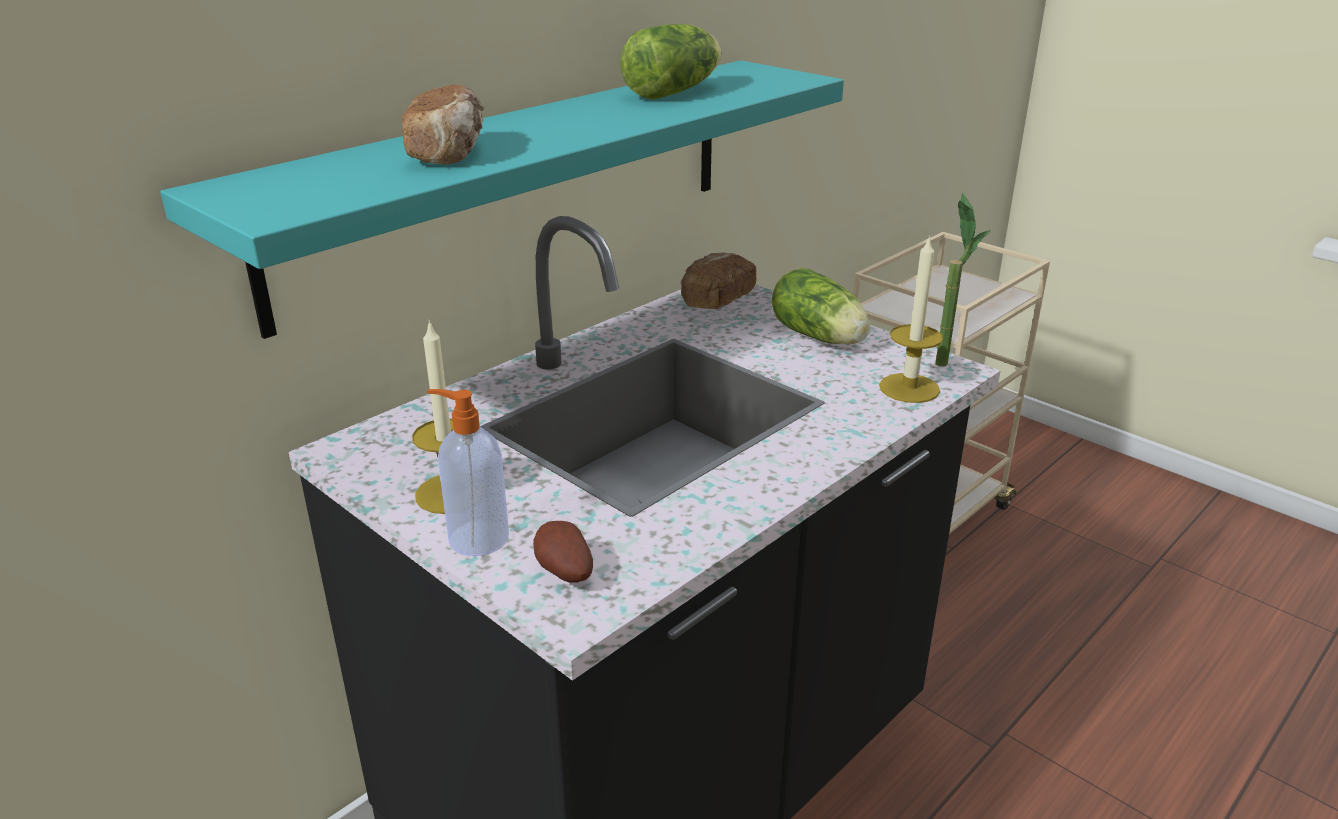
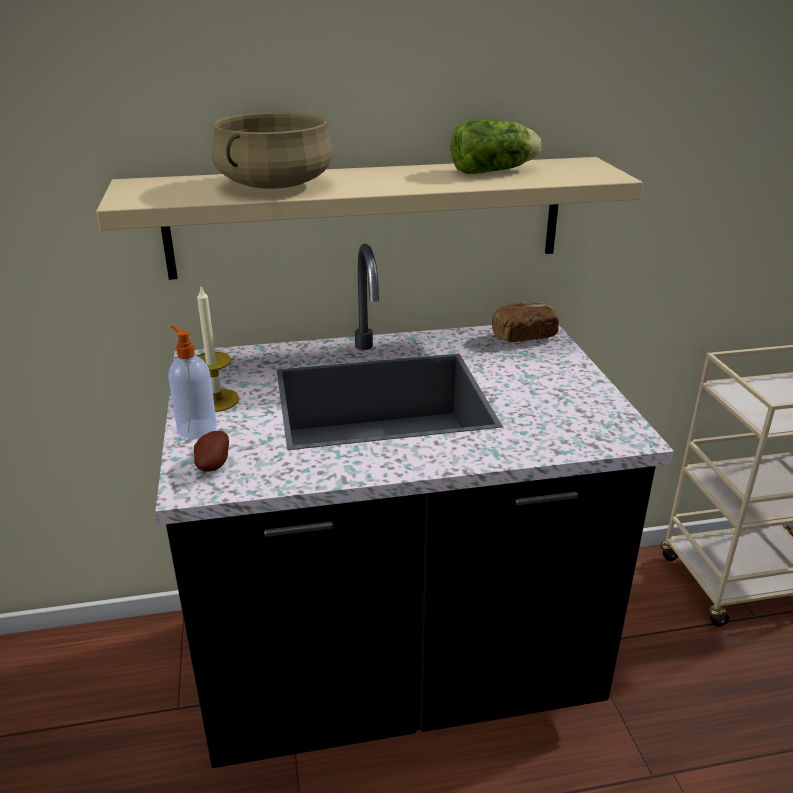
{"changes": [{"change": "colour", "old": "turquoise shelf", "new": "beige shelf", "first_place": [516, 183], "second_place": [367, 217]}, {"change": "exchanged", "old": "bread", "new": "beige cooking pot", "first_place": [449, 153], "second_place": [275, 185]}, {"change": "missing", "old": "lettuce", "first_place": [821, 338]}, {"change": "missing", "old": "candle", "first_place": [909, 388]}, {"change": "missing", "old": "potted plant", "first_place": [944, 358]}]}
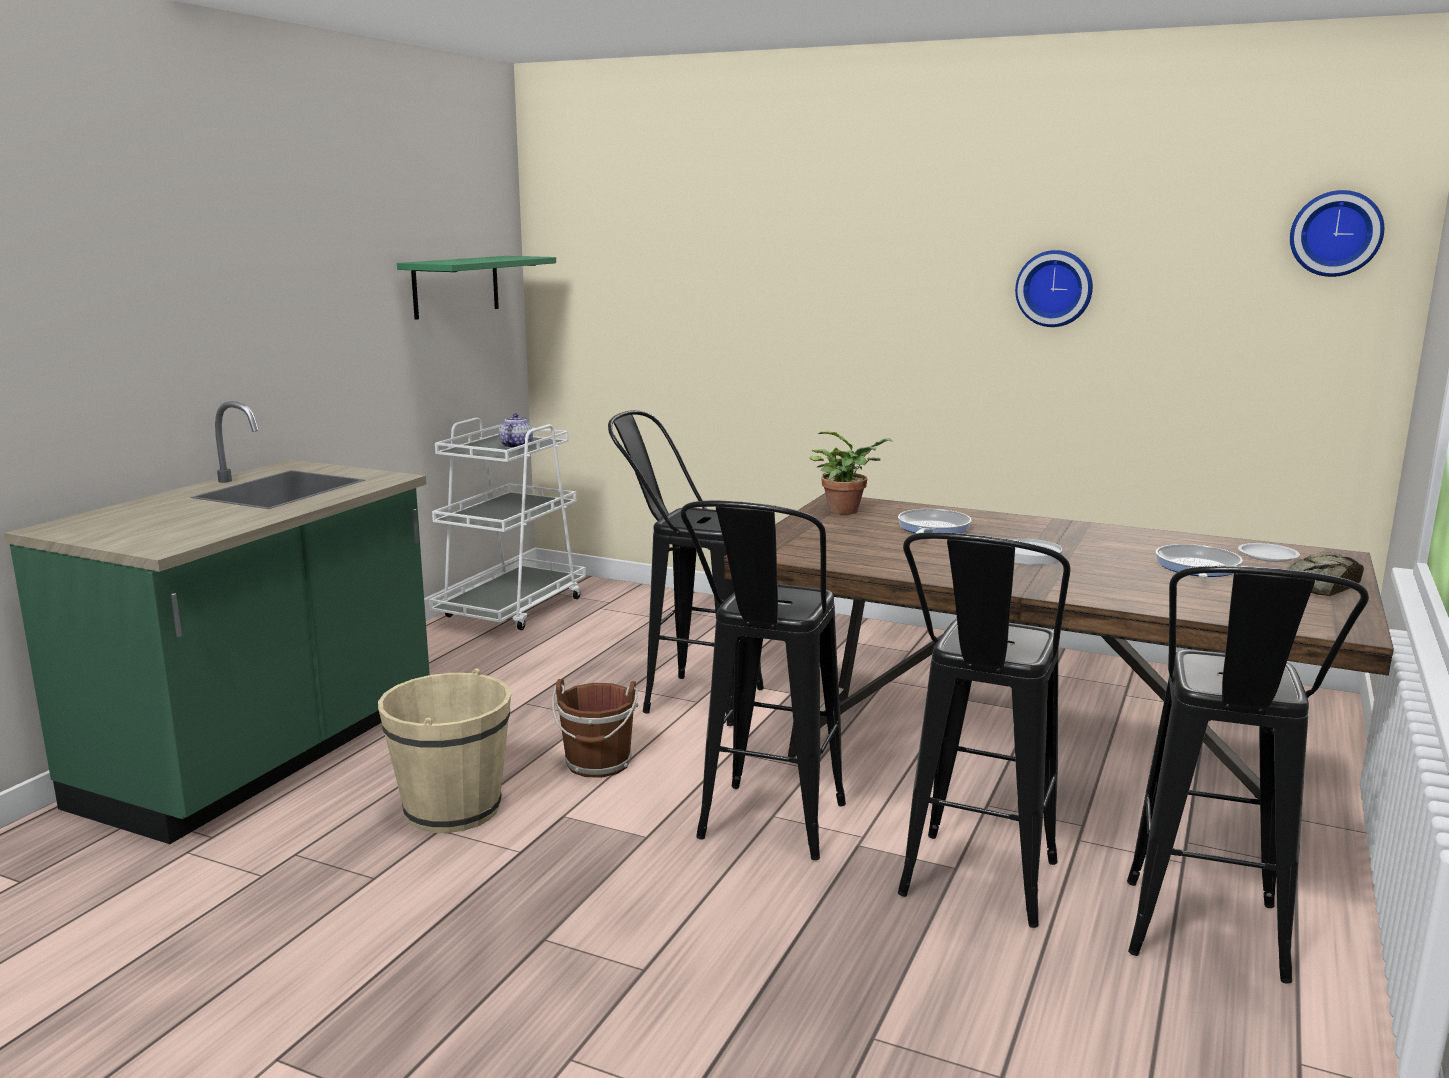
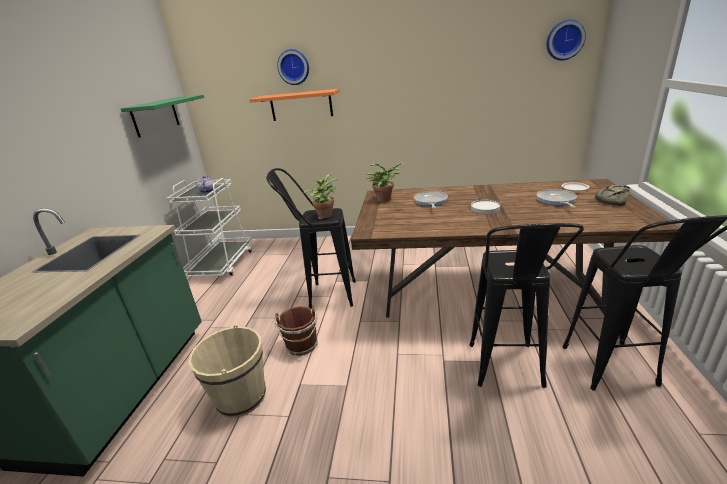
{"changes": [{"change": "appeared", "new": "orange shelf", "second_place": [301, 105]}, {"change": "relocated", "old": "wall clock", "first_place": [1054, 288], "second_place": [294, 67]}, {"change": "appeared", "new": "potted plant", "second_place": [325, 214]}, {"change": "missing", "old": "black stool", "first_place": [765, 834]}]}
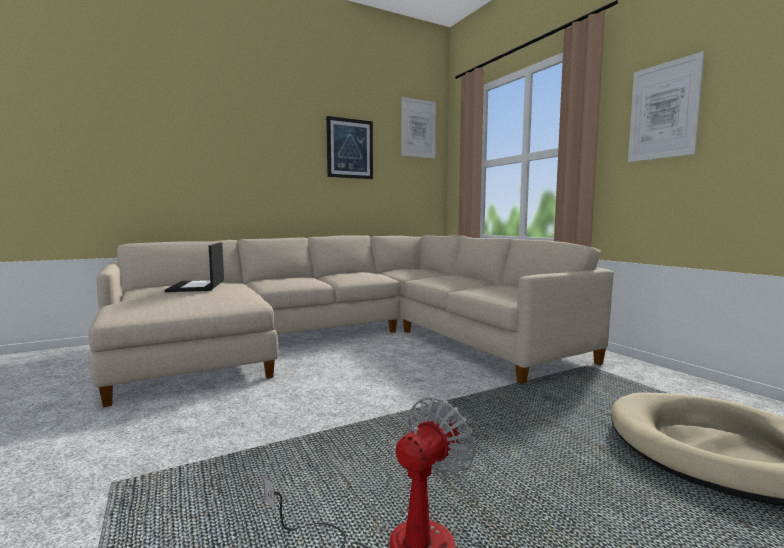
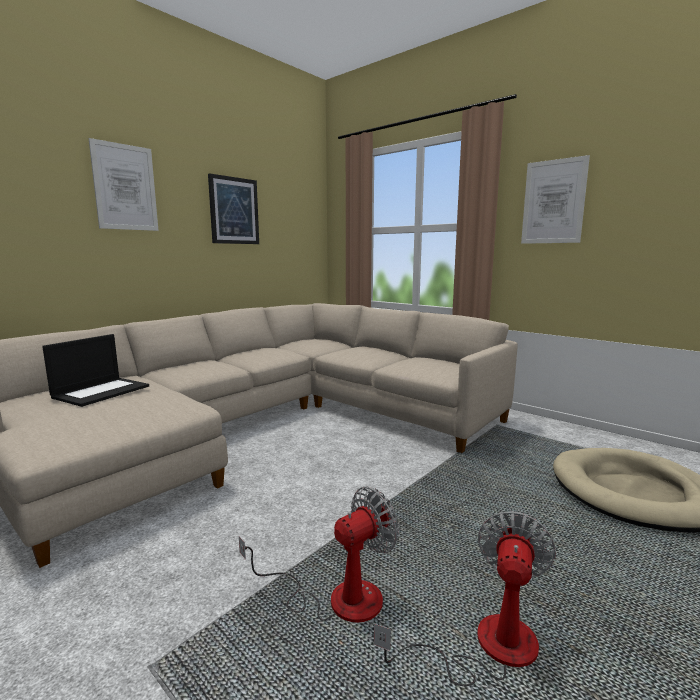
{"changes": [{"change": "spun", "old": "laptop", "first_place": [197, 286], "second_place": [101, 391], "degrees": -120}, {"change": "relocated", "old": "picture", "first_place": [418, 128], "second_place": [125, 187]}, {"change": "appeared", "new": "fan", "second_place": [336, 598]}]}
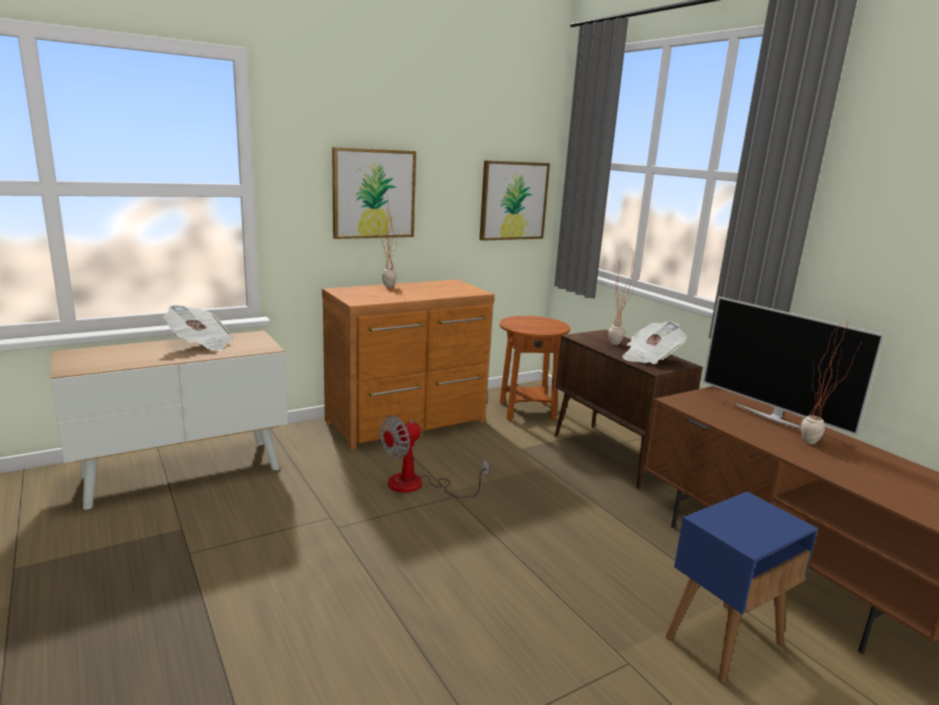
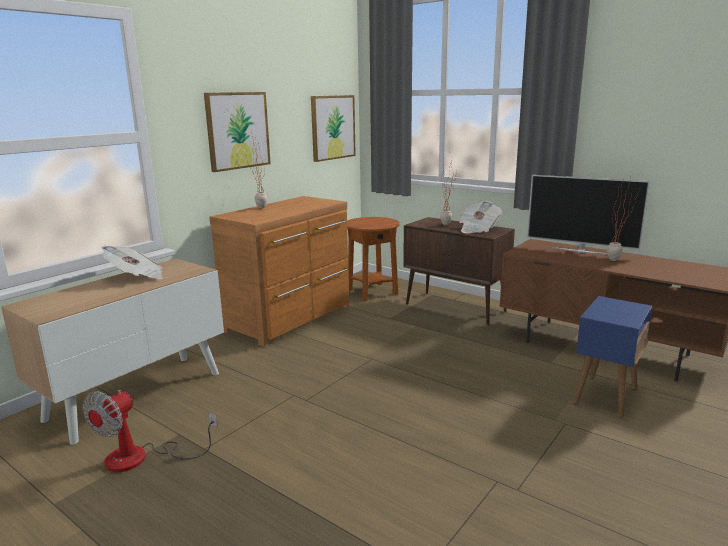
{"changes": [{"change": "relocated", "old": "fan", "first_place": [418, 485], "second_place": [141, 458]}]}
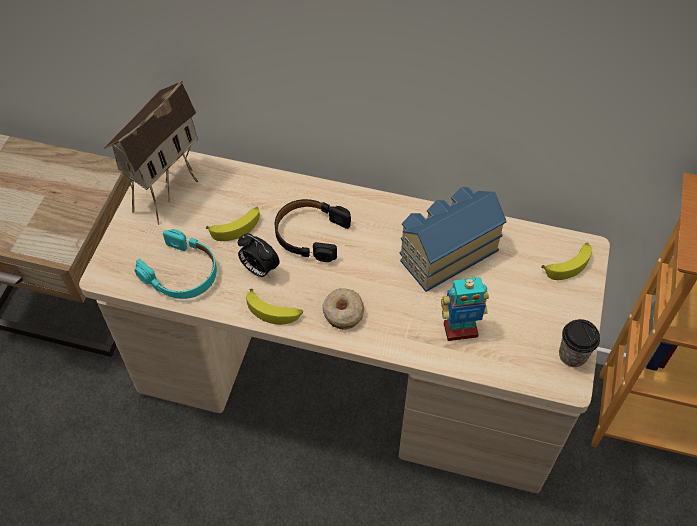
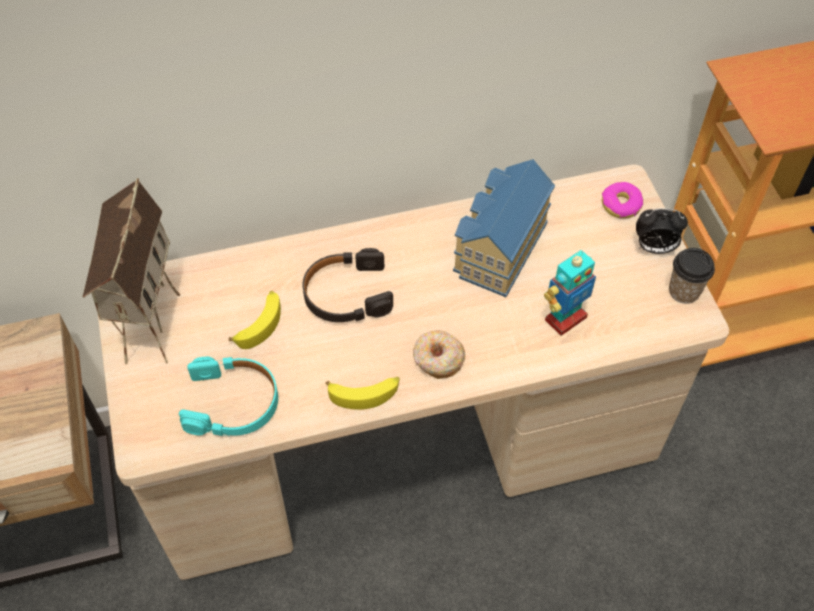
{"changes": [{"change": "exchanged", "old": "banana", "new": "donut", "first_place": [568, 264], "second_place": [620, 205]}, {"change": "relocated", "old": "alarm clock", "first_place": [259, 269], "second_place": [654, 248]}]}
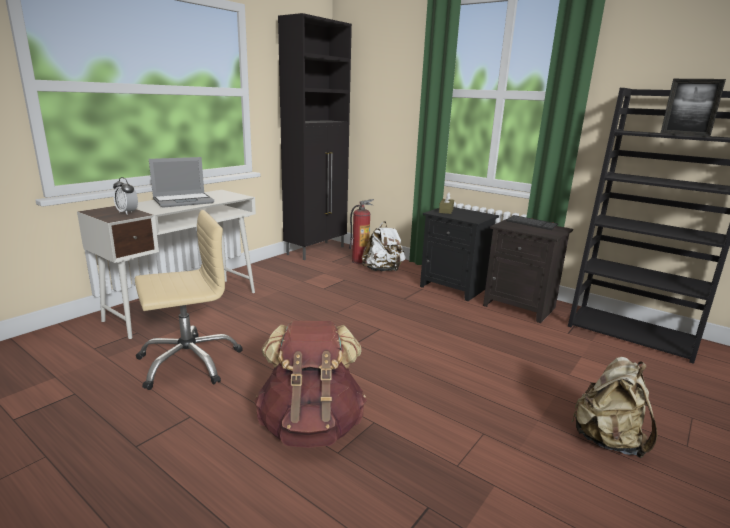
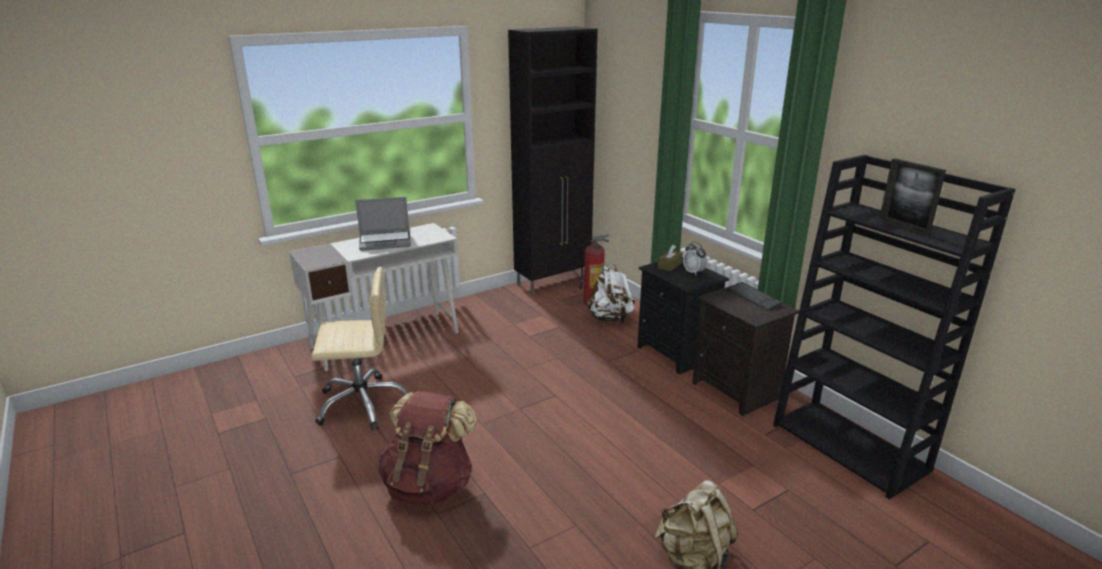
{"changes": [{"change": "relocated", "old": "alarm clock", "first_place": [127, 213], "second_place": [693, 272]}]}
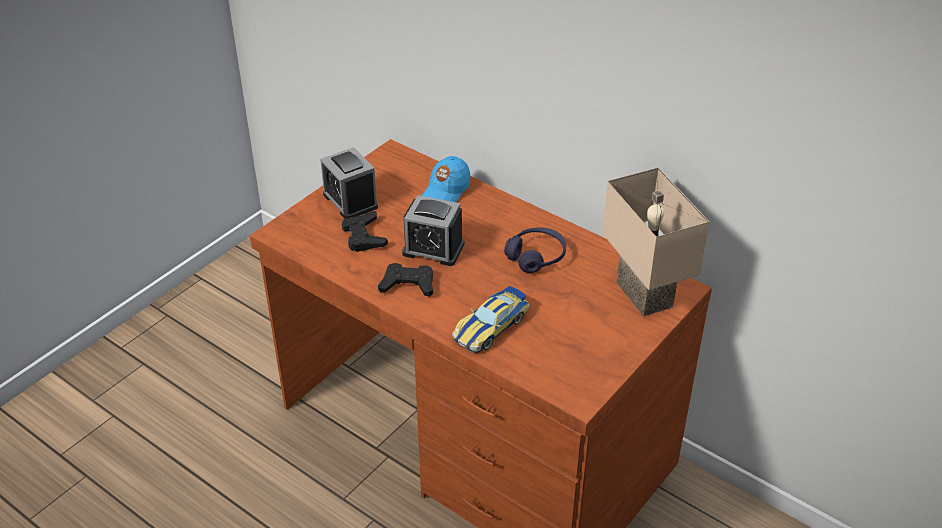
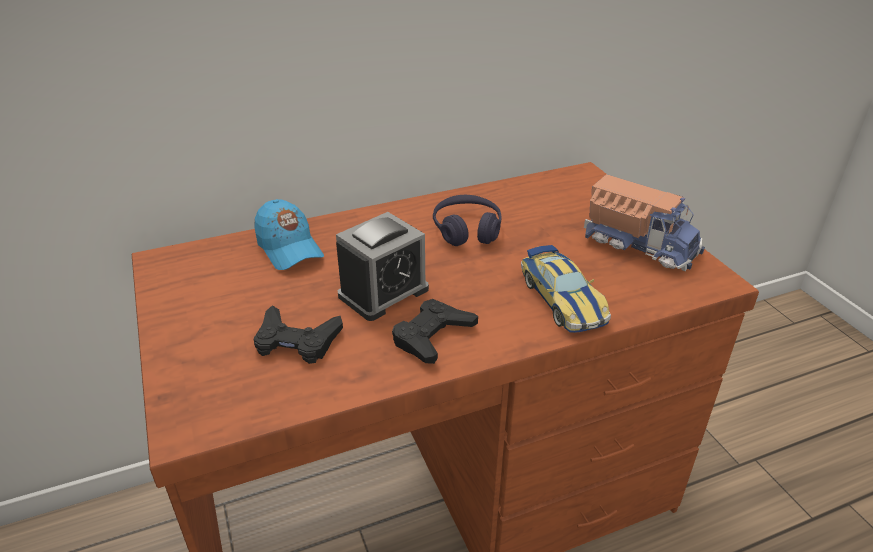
{"changes": [{"change": "appeared", "new": "toy truck", "second_place": [640, 244]}, {"change": "missing", "old": "alarm clock", "first_place": [350, 201]}, {"change": "missing", "old": "beige table lamp", "first_place": [641, 295]}]}
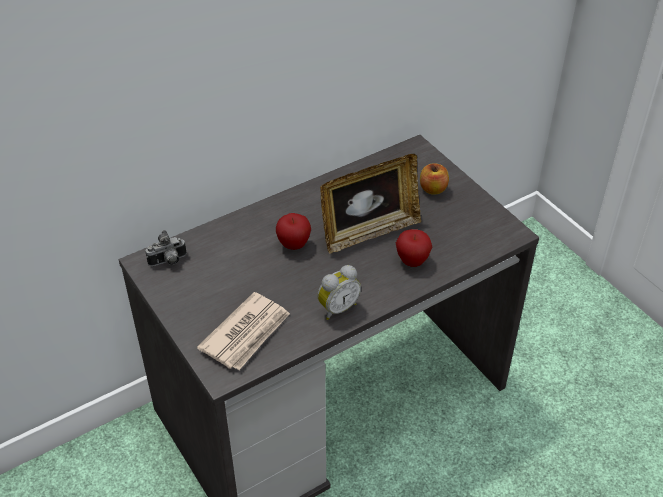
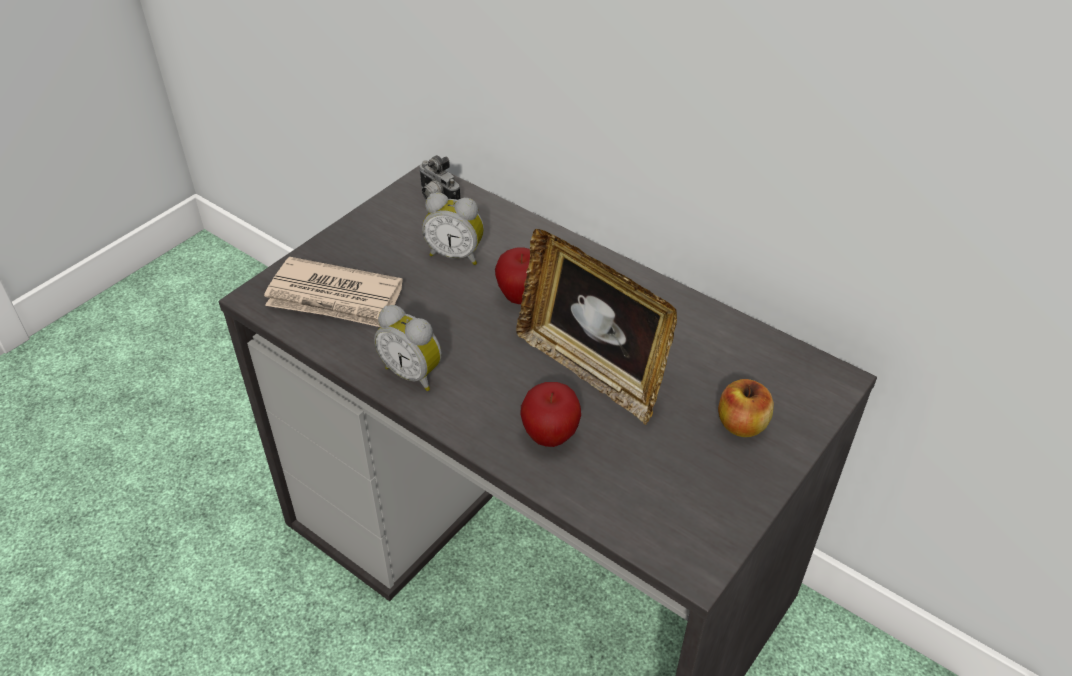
{"changes": [{"change": "appeared", "new": "alarm clock", "second_place": [456, 254]}]}
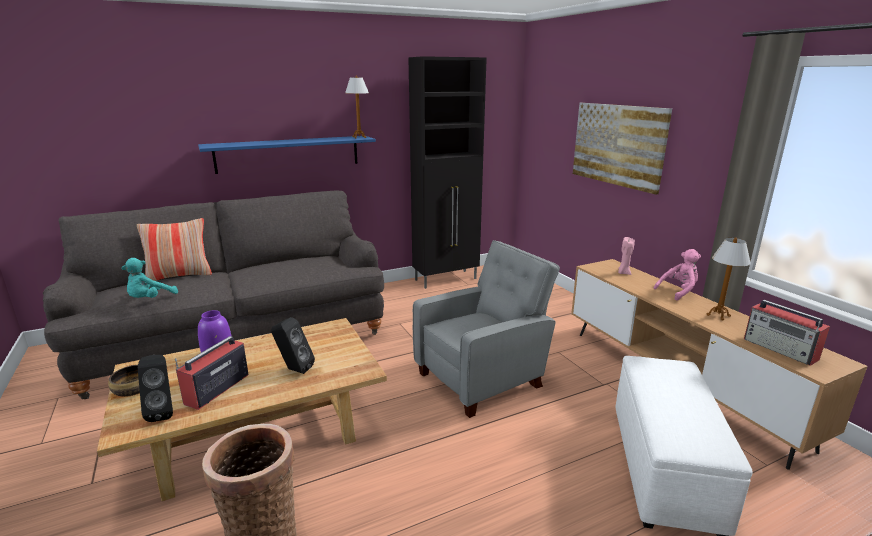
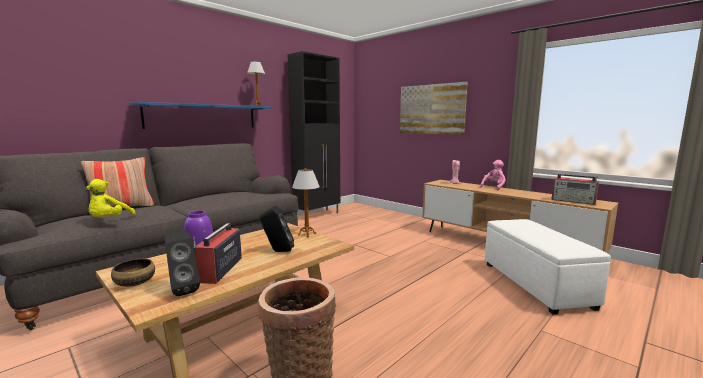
{"changes": [{"change": "colour", "old": "turquoise plush toy", "new": "yellow plush toy", "first_place": [150, 299], "second_place": [109, 220]}, {"change": "relocated", "old": "table lamp", "first_place": [718, 315], "second_place": [307, 234]}, {"change": "missing", "old": "grey armchair", "first_place": [483, 379]}]}
